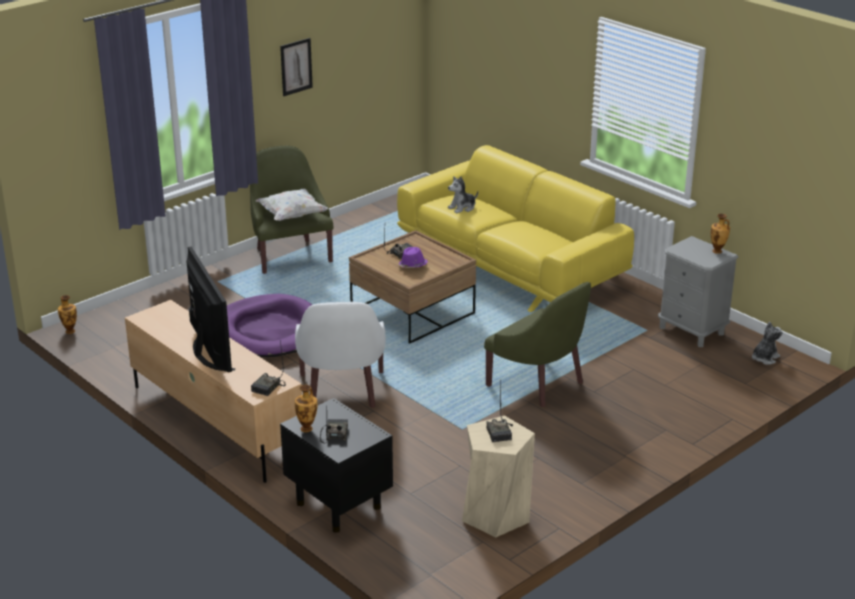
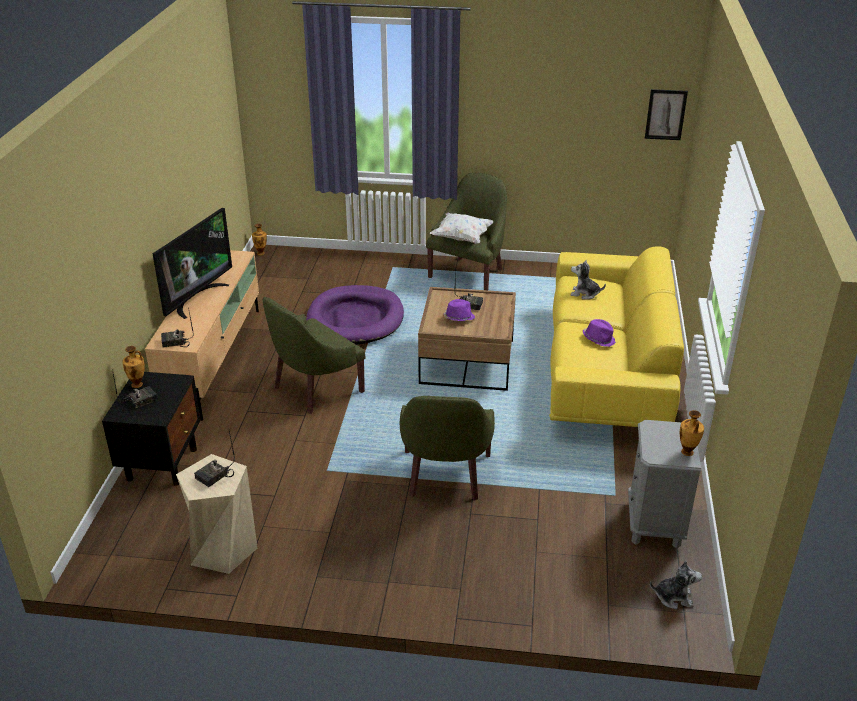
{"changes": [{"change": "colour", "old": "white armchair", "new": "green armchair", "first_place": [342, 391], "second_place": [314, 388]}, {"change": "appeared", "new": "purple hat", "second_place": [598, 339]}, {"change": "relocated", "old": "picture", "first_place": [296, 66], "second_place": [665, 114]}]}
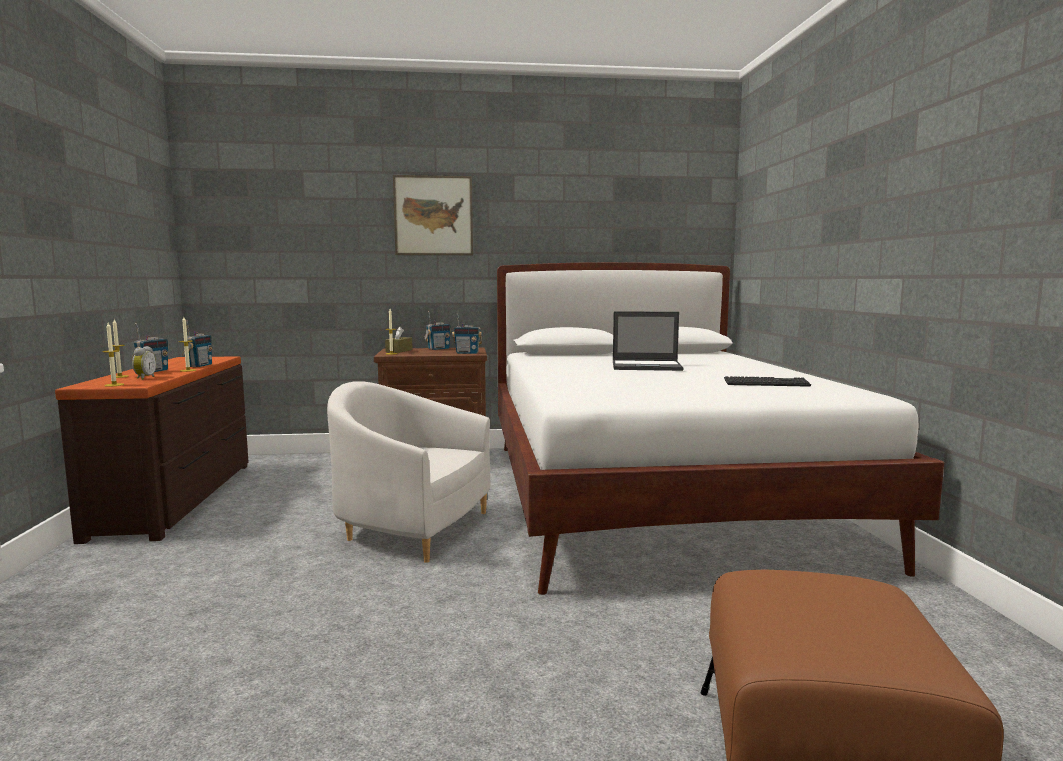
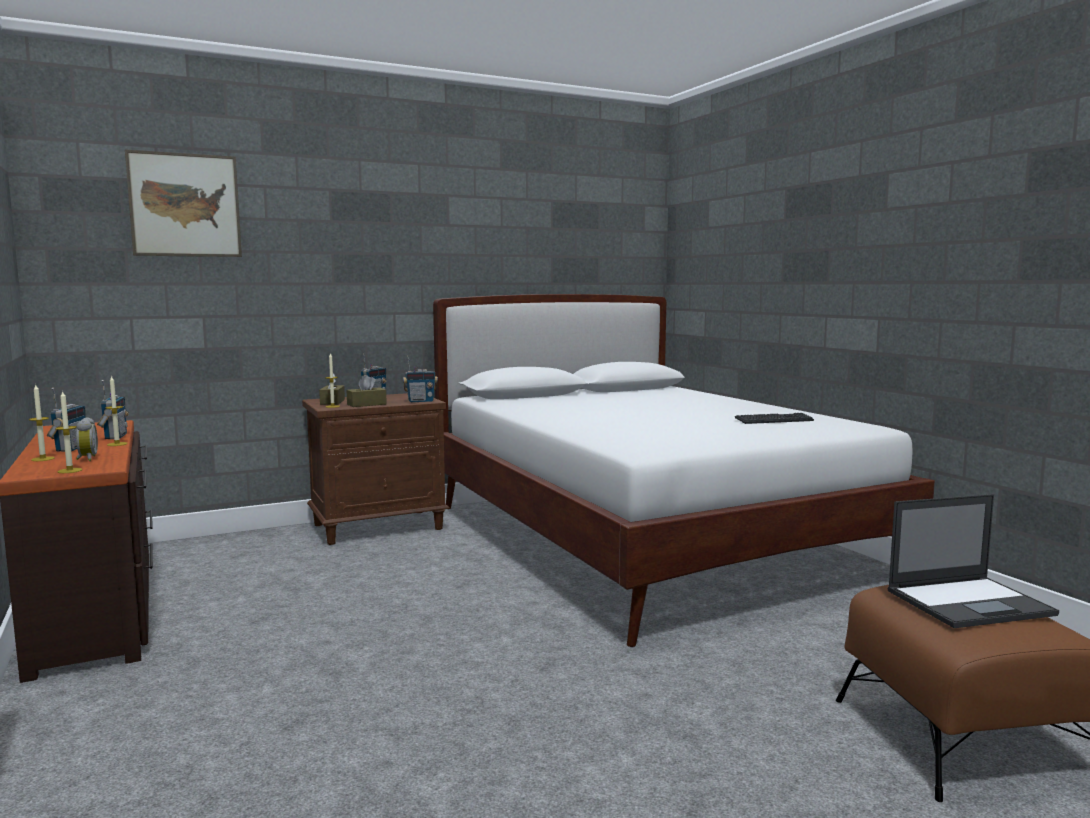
{"changes": [{"change": "relocated", "old": "picture", "first_place": [433, 215], "second_place": [185, 205]}, {"change": "appeared", "new": "brown tissue box", "second_place": [366, 404]}, {"change": "relocated", "old": "laptop", "first_place": [647, 366], "second_place": [970, 602]}, {"change": "missing", "old": "white armchair", "first_place": [410, 528]}]}
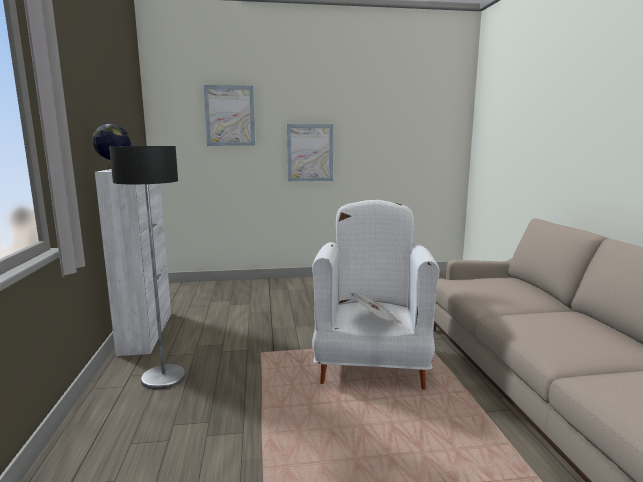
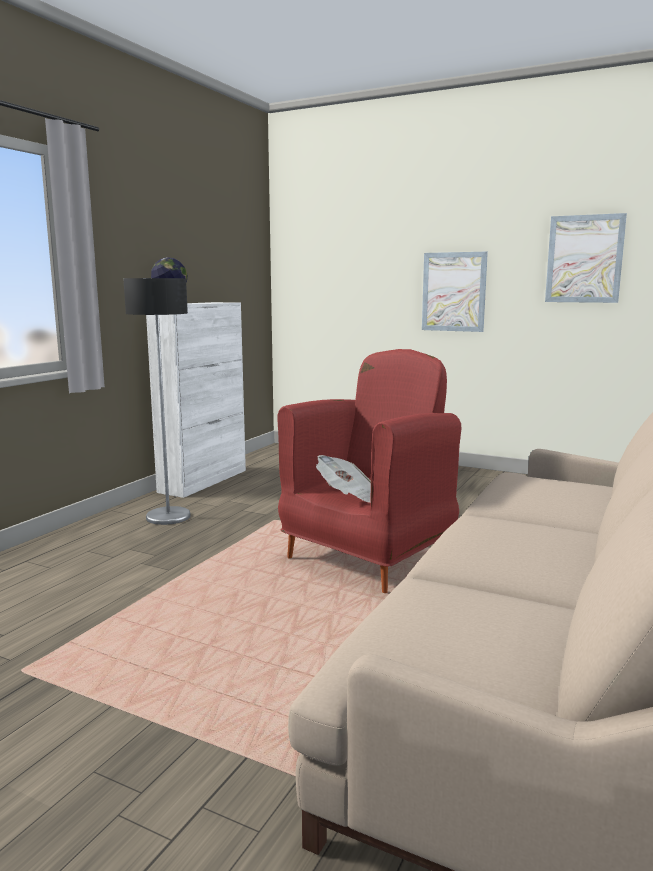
{"changes": [{"change": "colour", "old": "white armchair", "new": "red armchair", "first_place": [371, 363], "second_place": [369, 557]}, {"change": "relocated", "old": "picture", "first_place": [230, 116], "second_place": [584, 259]}]}
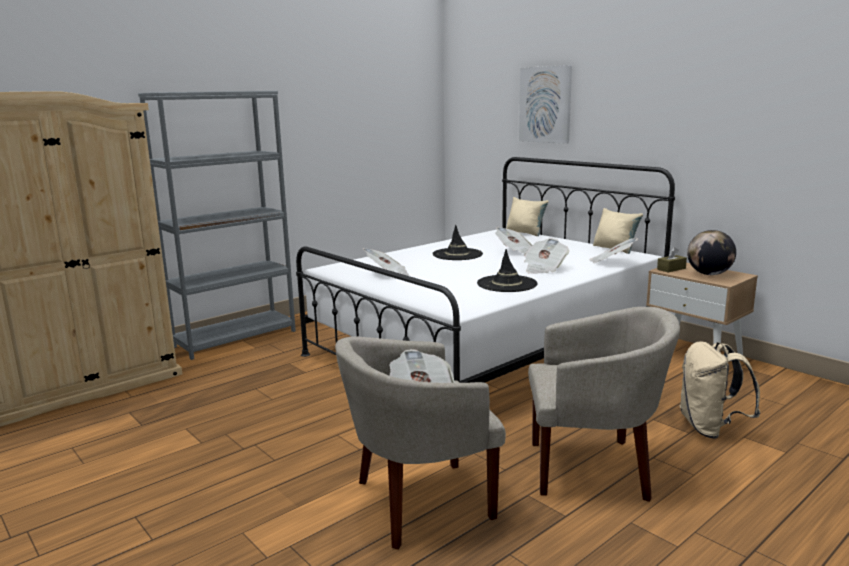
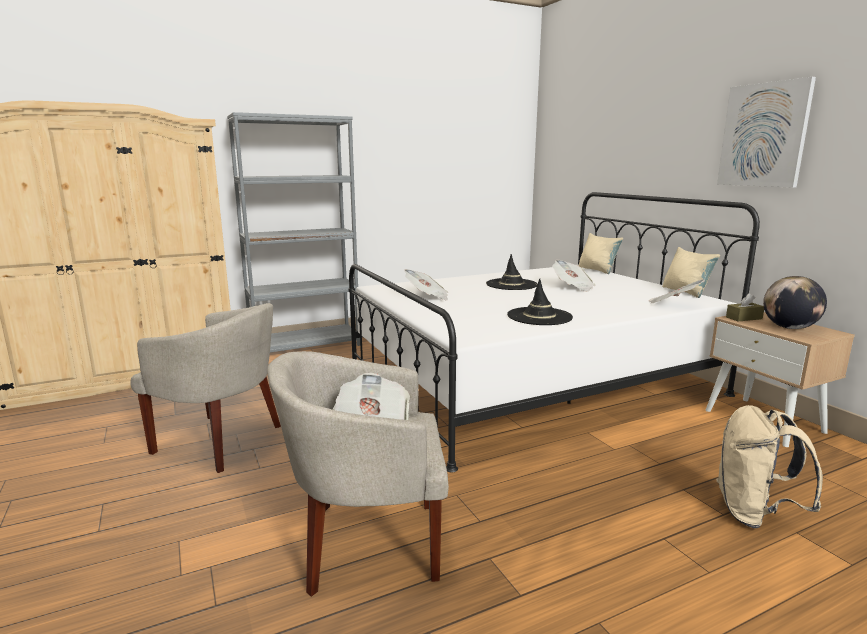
{"changes": [{"change": "relocated", "old": "beige armchair", "first_place": [593, 468], "second_place": [221, 442]}, {"change": "relocated", "old": "picture", "first_place": [545, 104], "second_place": [764, 135]}, {"change": "missing", "old": "newspaper", "first_place": [543, 269]}]}
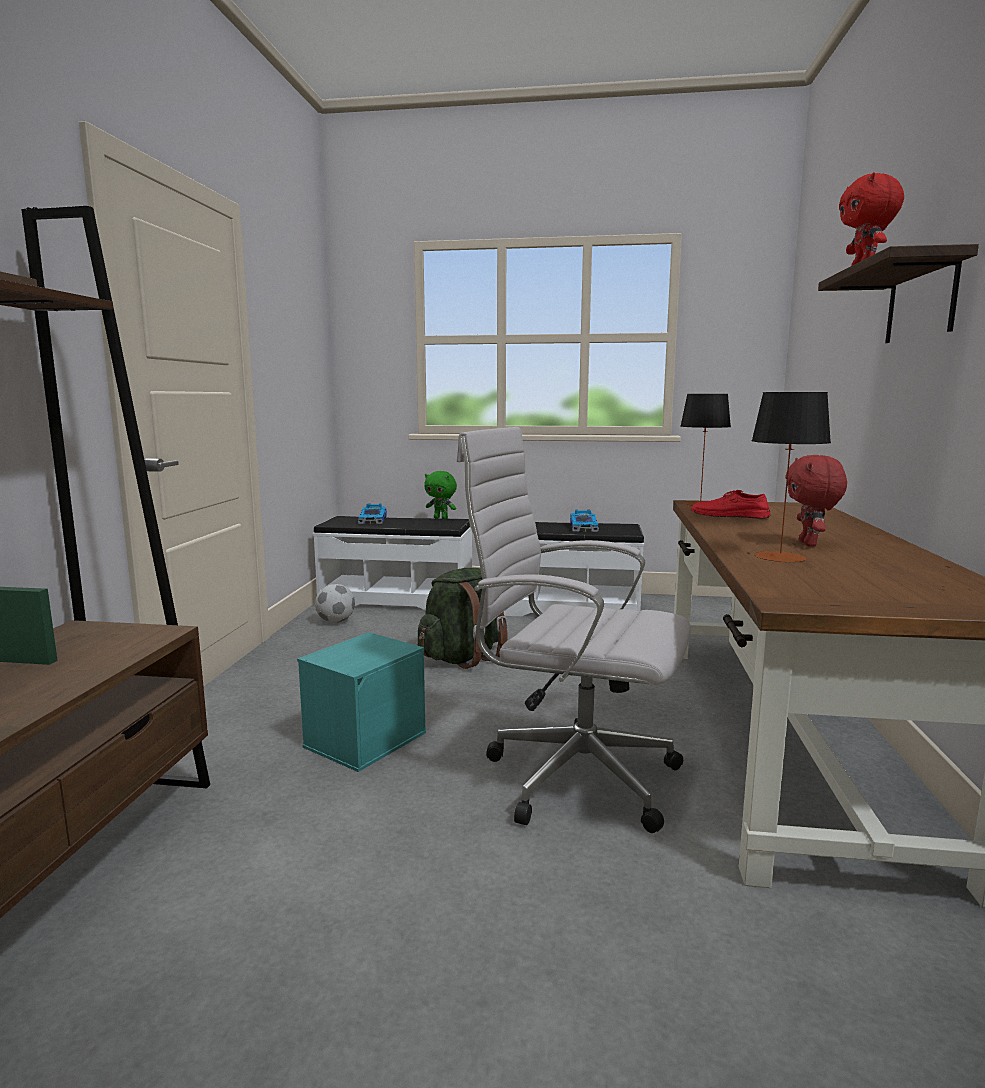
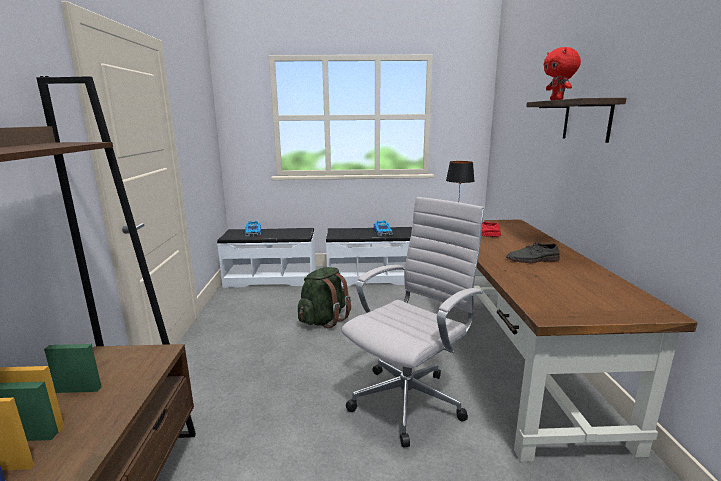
{"changes": [{"change": "spun", "old": "white office chair", "first_place": [572, 776], "second_place": [410, 399], "degrees": 120}, {"change": "exchanged", "old": "red plush toy", "new": "grey shoe", "first_place": [810, 544], "second_place": [532, 260]}, {"change": "missing", "old": "turquoise storage box", "first_place": [365, 739]}, {"change": "missing", "old": "football", "first_place": [335, 621]}, {"change": "missing", "old": "green plush toy", "first_place": [441, 518]}, {"change": "missing", "old": "table lamp", "first_place": [780, 557]}]}
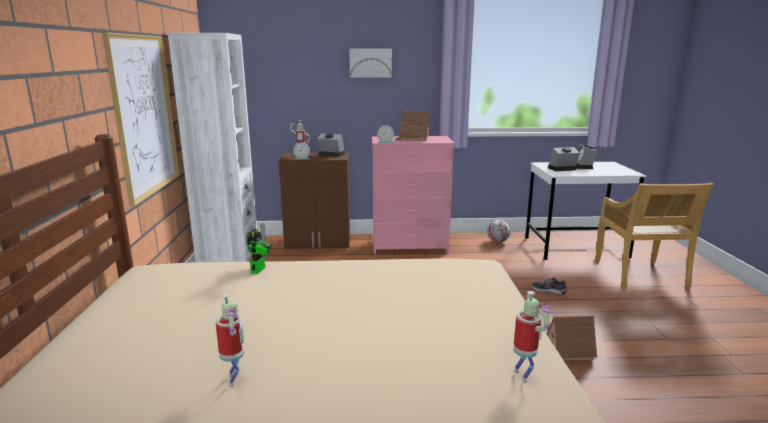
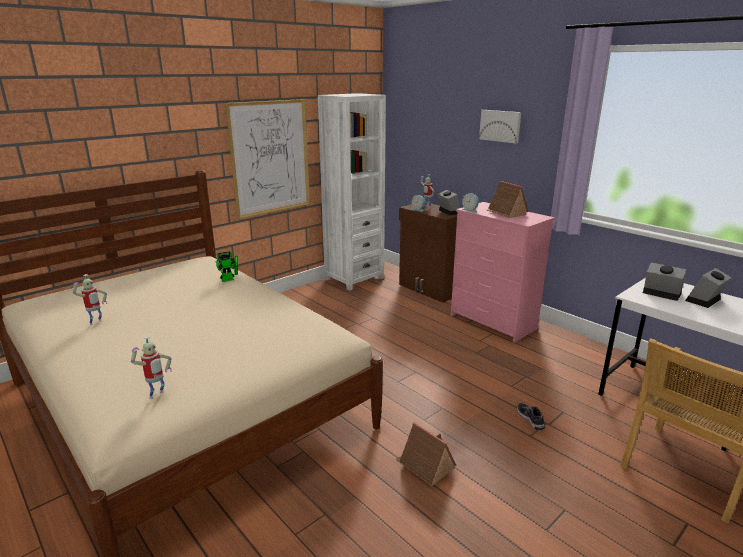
{"changes": [{"change": "missing", "old": "football", "first_place": [498, 241]}]}
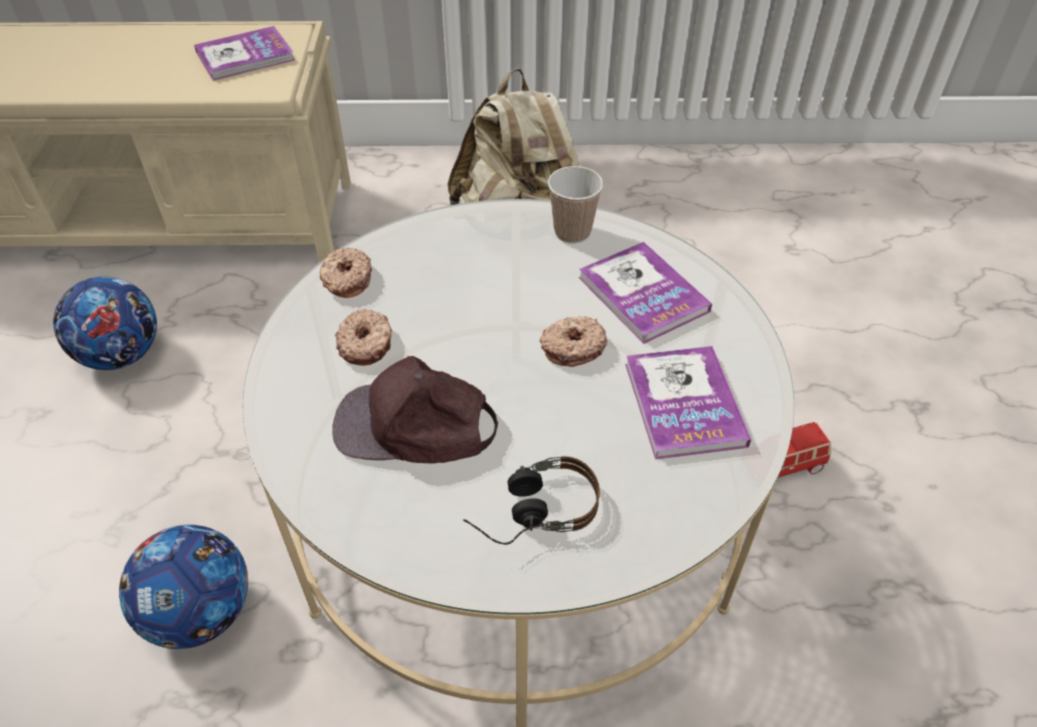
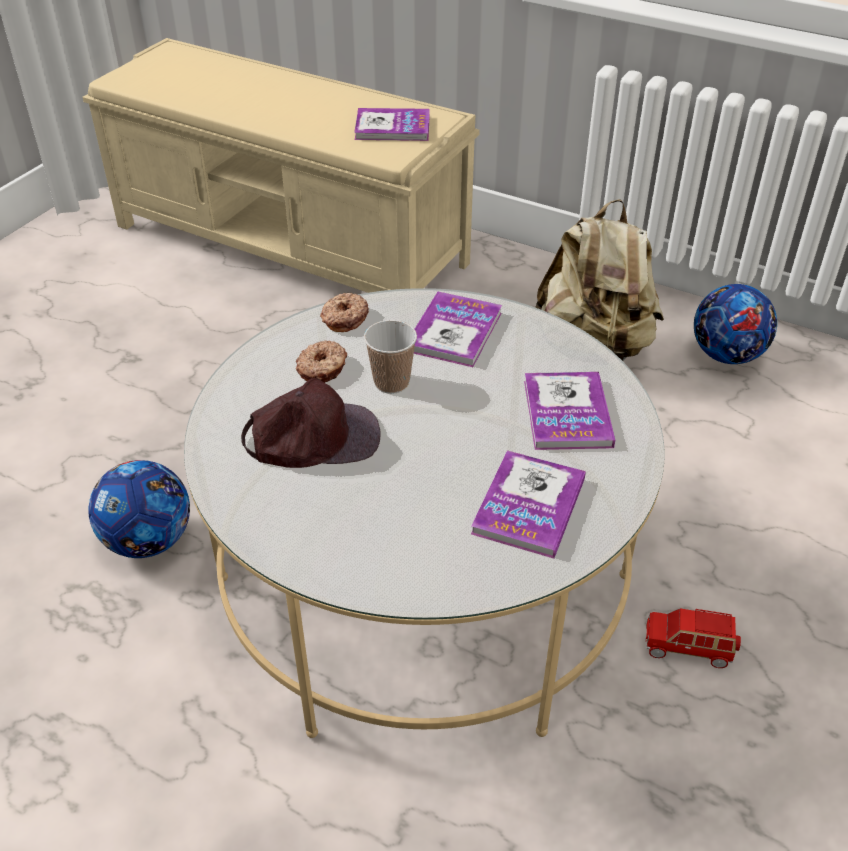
{"changes": [{"change": "spun", "old": "brown cap", "first_place": [415, 426], "second_place": [312, 437], "degrees": 135}, {"change": "relocated", "old": "cup", "first_place": [572, 232], "second_place": [391, 382]}, {"change": "appeared", "new": "book", "second_place": [454, 331]}, {"change": "relocated", "old": "football", "first_place": [122, 355], "second_place": [726, 355]}, {"change": "missing", "old": "headphones", "first_place": [530, 512]}, {"change": "missing", "old": "donut", "first_place": [572, 347]}]}
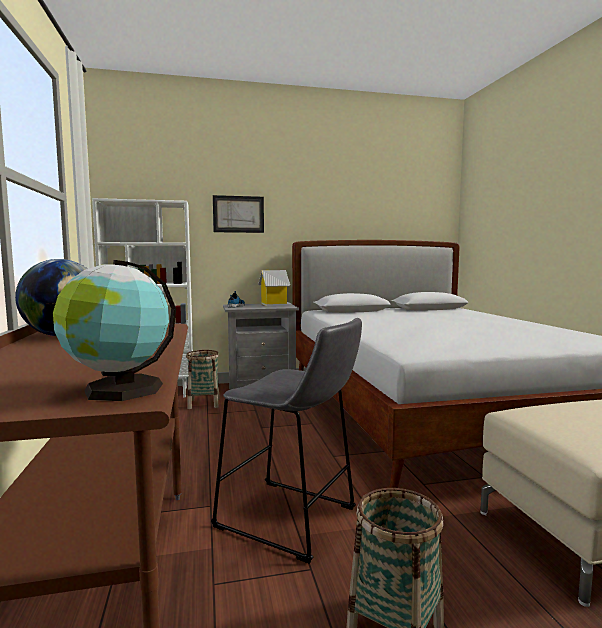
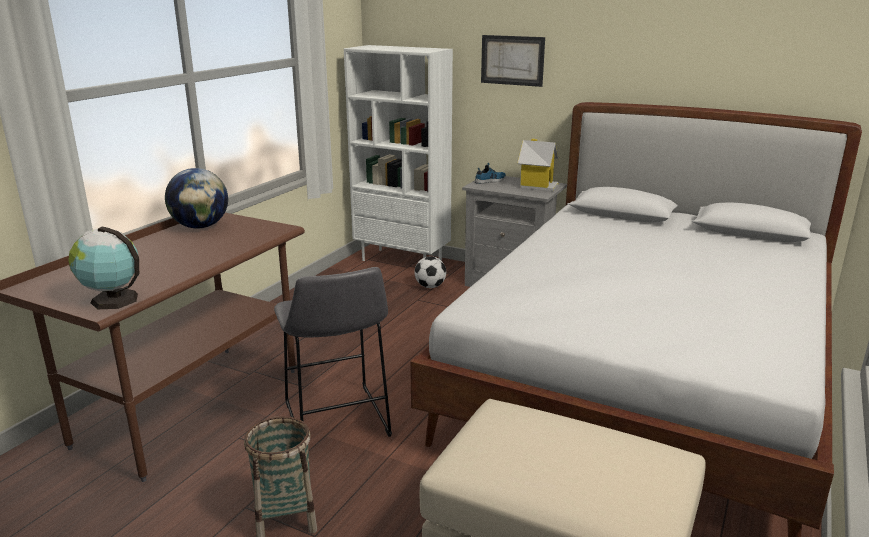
{"changes": [{"change": "exchanged", "old": "basket", "new": "football", "first_place": [204, 403], "second_place": [430, 286]}]}
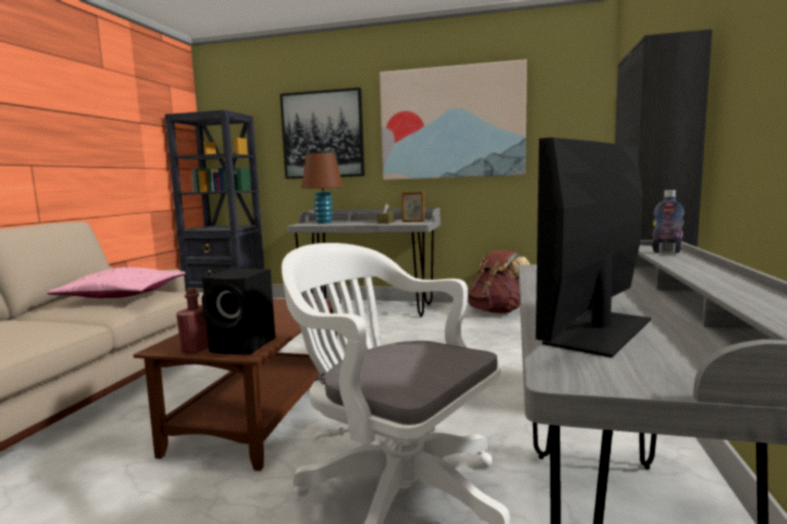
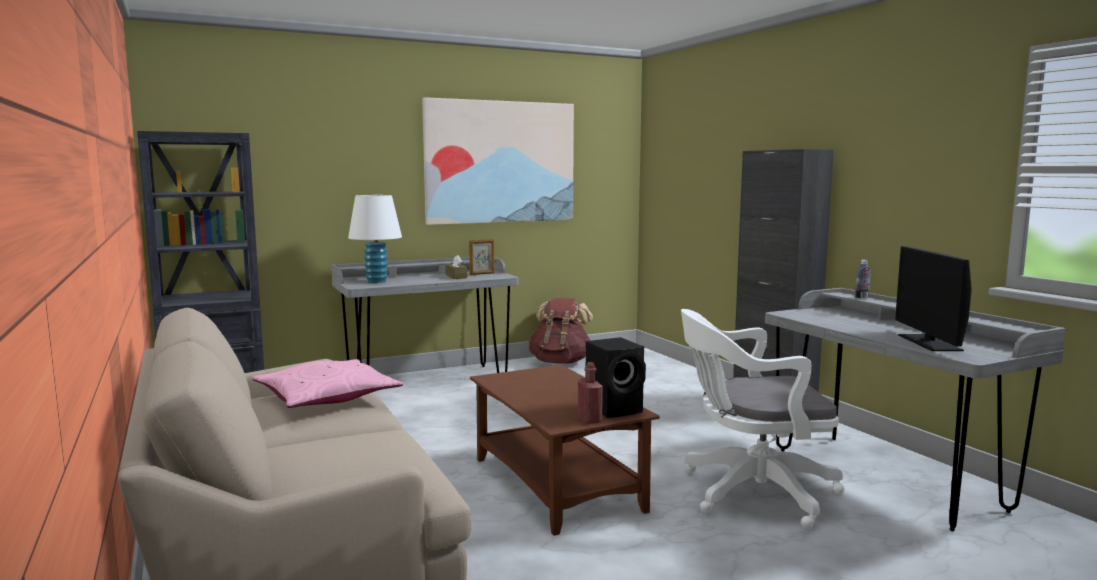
{"changes": [{"change": "colour", "old": "brown table lamp", "new": "white table lamp", "first_place": [324, 223], "second_place": [377, 281]}, {"change": "missing", "old": "picture", "first_place": [323, 135]}]}
